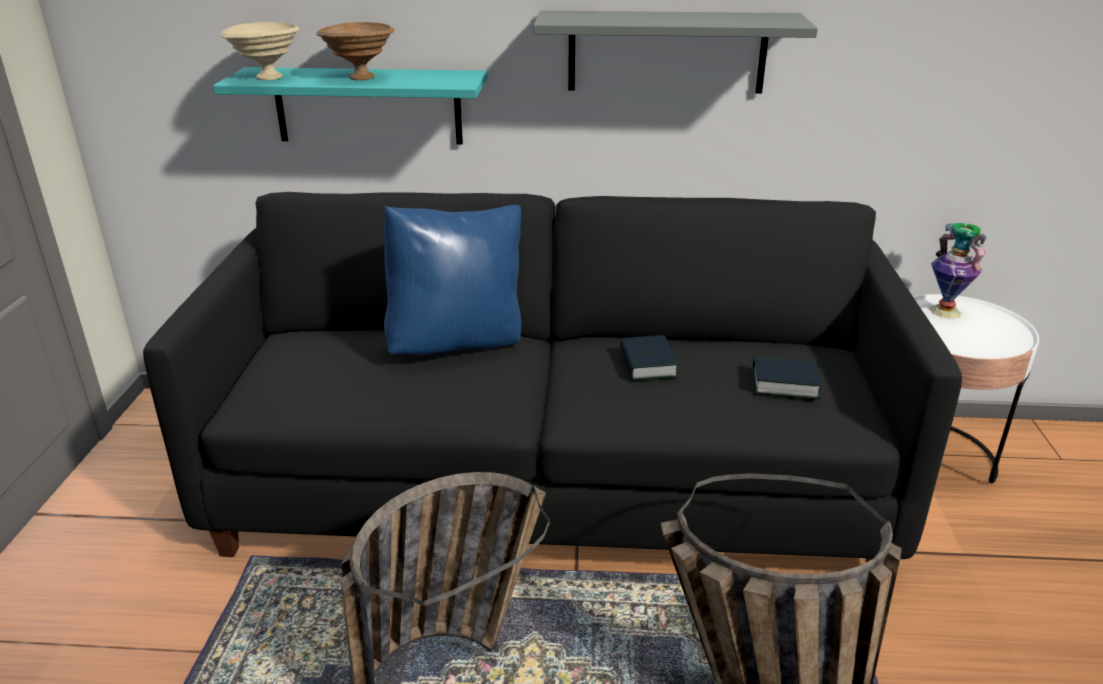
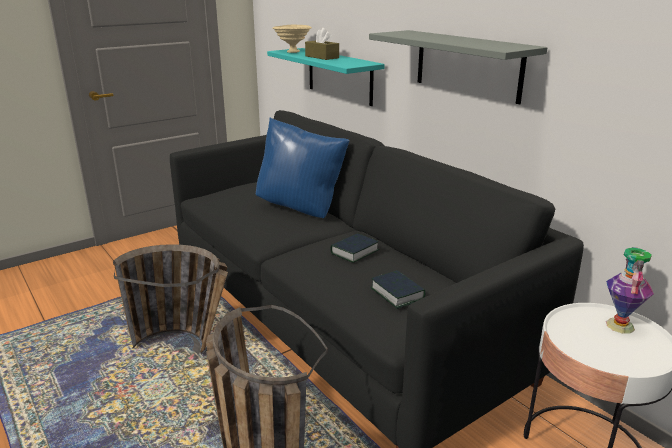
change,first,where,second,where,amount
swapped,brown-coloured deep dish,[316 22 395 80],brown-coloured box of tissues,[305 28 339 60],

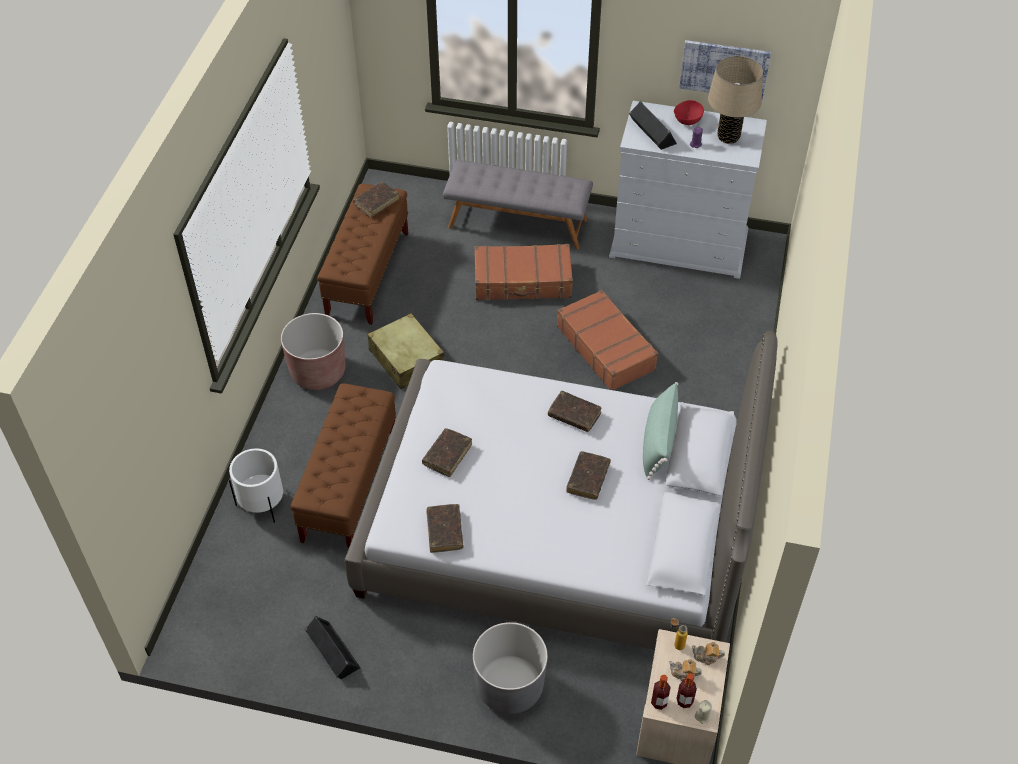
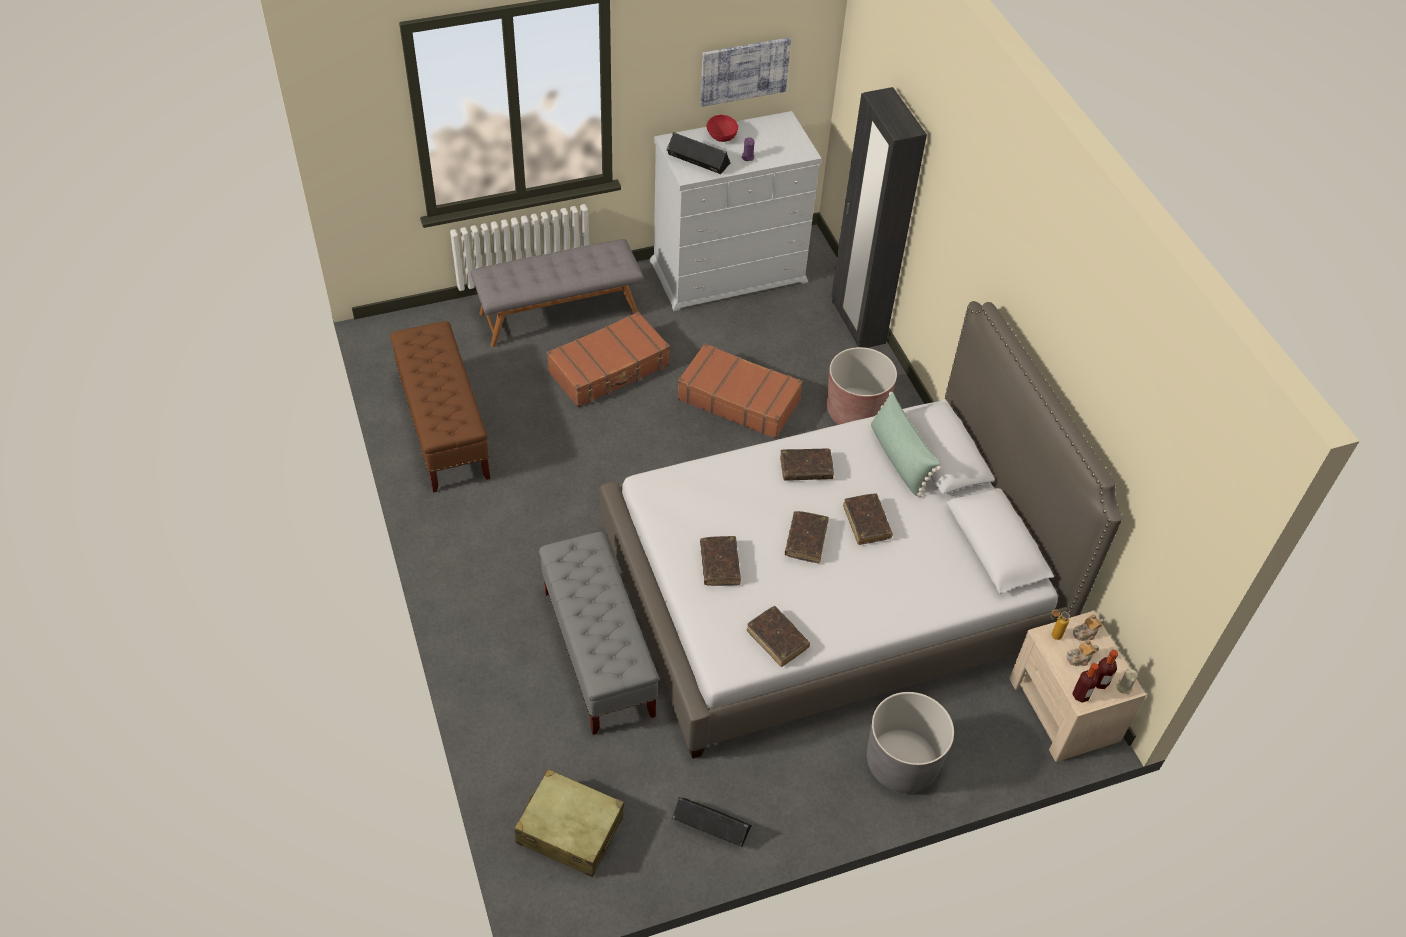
change,first,where,second,where,amount
gone,white planter,[229 448 283 523],,,
gone,beige lamp for a table,[708 56 763 144],,,
new,,,black clothes cupboard,[831 87 927 348],
shifted,brown-coloured planter,[281 313 345 390],,[827 347 897 425],
shifted,brown-coloured volume,[353 182 399 217],,[785 511 829 563],
shifted,beige piece of luggage,[367 313 444 389],,[514 769 624 877],
repainted,brown-coloured indoor bench,[290 383 396 549],greyish indoor bench,[539 532 660 735],

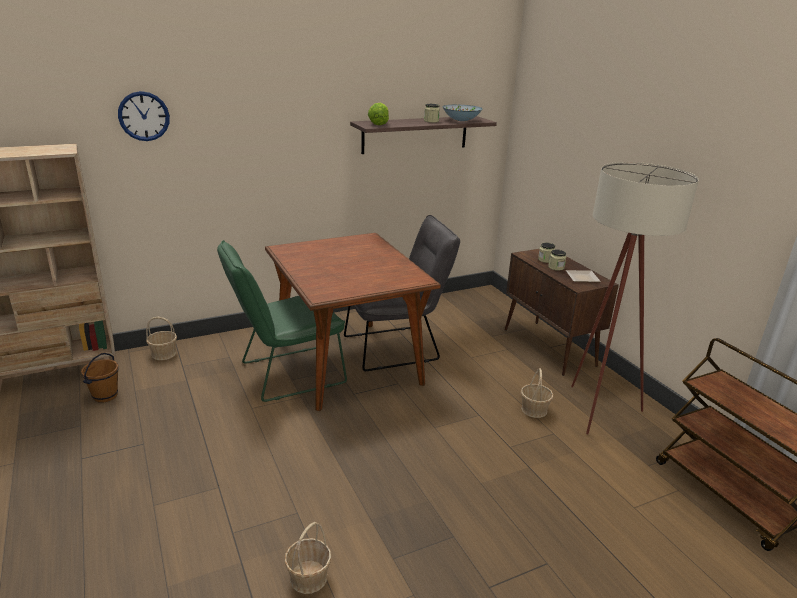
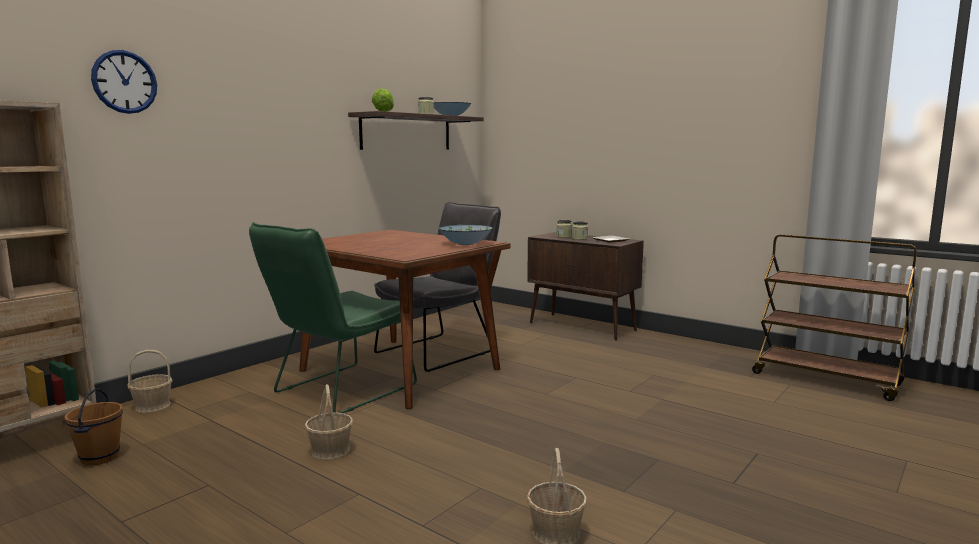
change,first,where,second,where,amount
gone,beige standing lamp,[571 162 699 434],,,
new,,,deep dish,[439 225 493 245],
shifted,storage basket,[521 368 554 418],,[305 384 353 460],

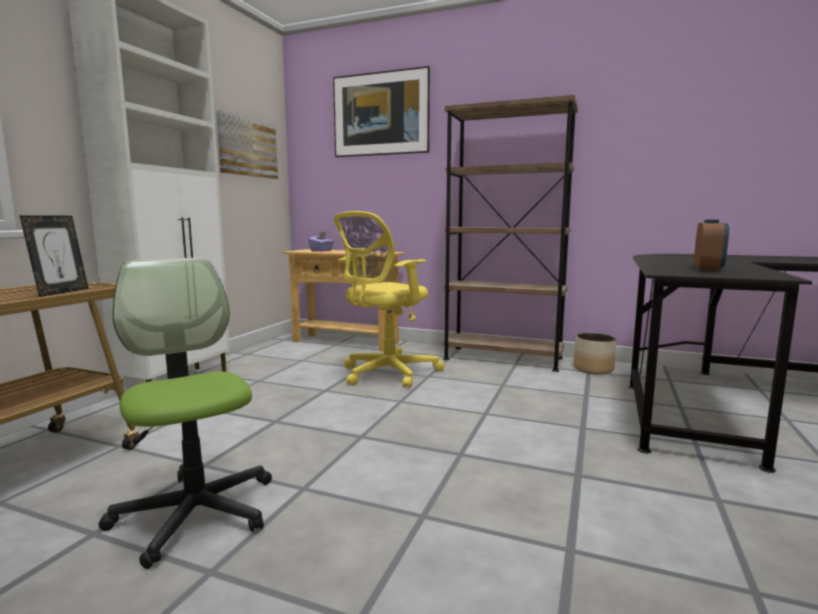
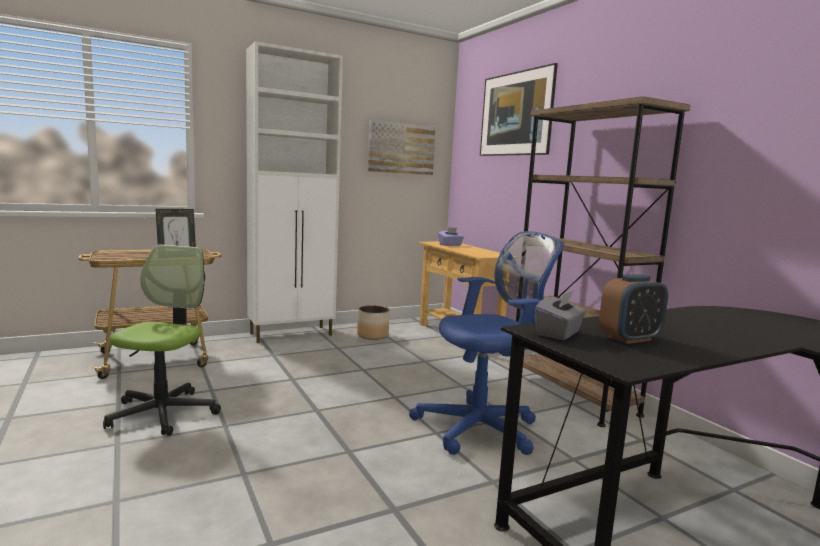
change,first,where,second,where,amount
gone,yellow-coloured office chair,[334 211 445 388],,,
new,,,blue office chair,[409 231 563 455],
new,,,greyish box of tissues,[535 291 586 340],
shifted,planter,[574 333 616 374],,[357 305 390 340],

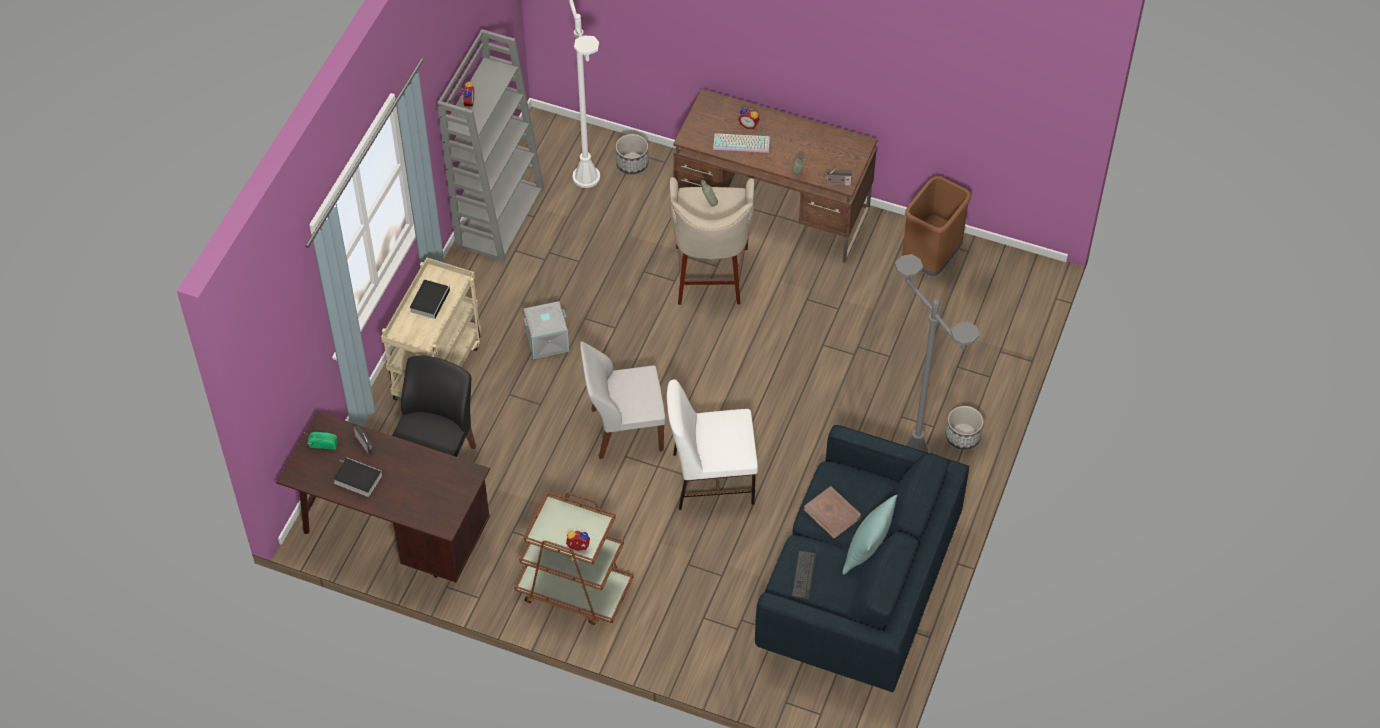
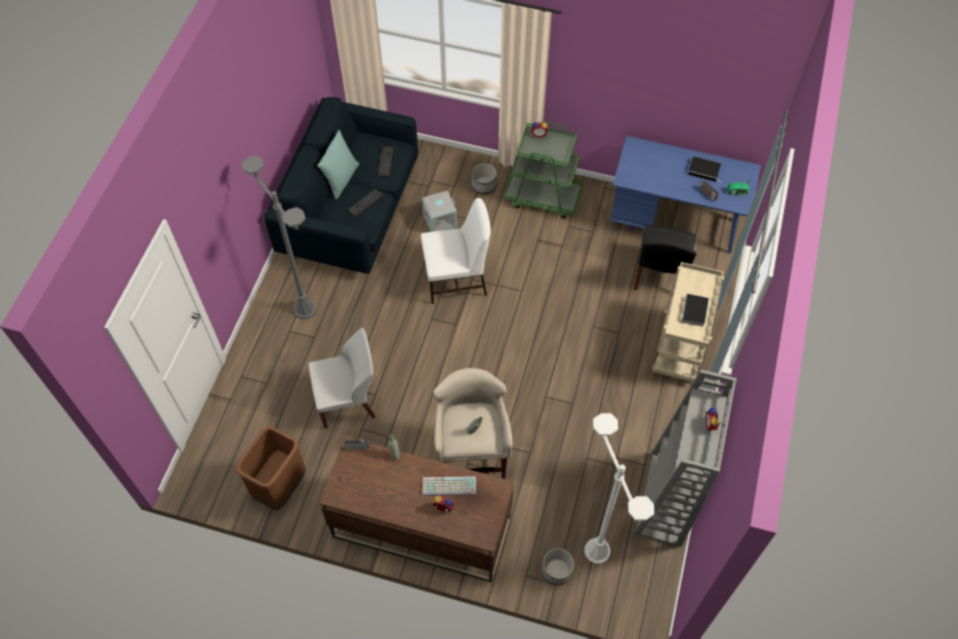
change,first,where,second,where,amount
shifted,greyish storage bin,[523 301 569 359],,[422 190 457 232],
shifted,white plain chair,[580 341 665 459],,[308 327 376 428],
shifted,planter,[946 406 984 450],,[472 163 497 195],
swapped,brown-coloured volume,[804 486 861 539],computer keyboard,[348 189 383 217],
repainted,brown-coloured desk,[276 411 490 582],blue desk,[610 136 761 254],
repainted,brown-coloured wheeled cart,[514 492 634 625],green-coloured wheeled cart,[504 121 583 219],

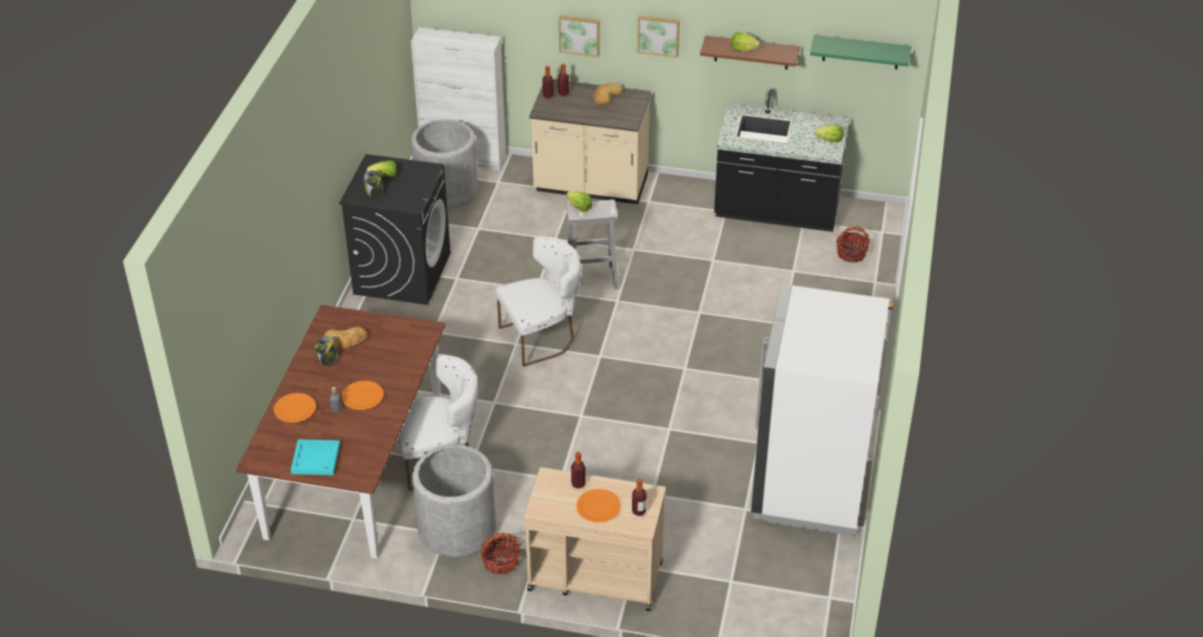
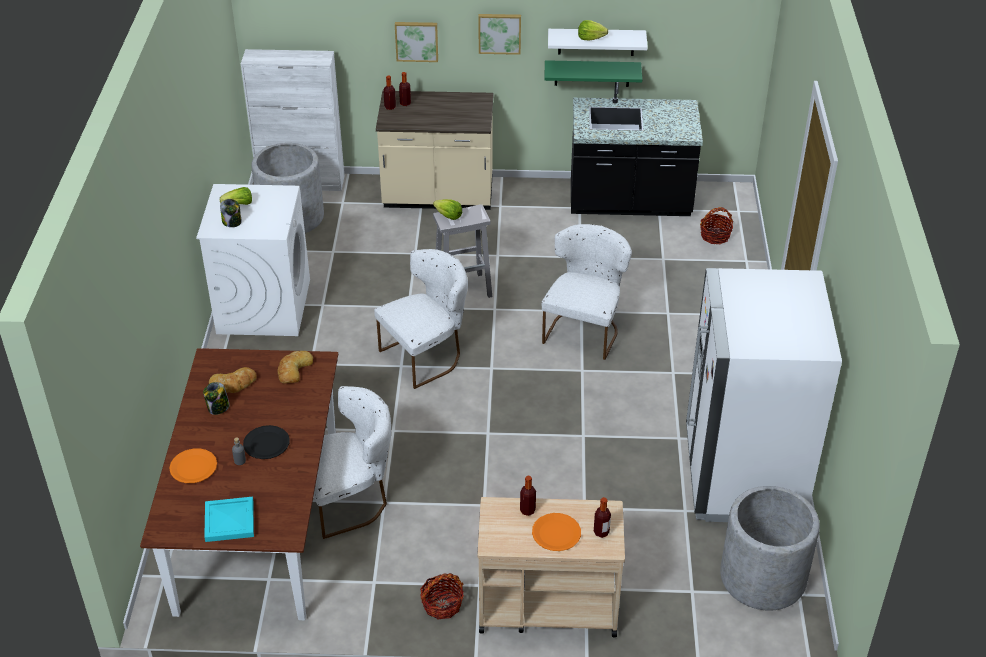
change,first,where,second,where,amount
gone,lettuce head,[814 125 844 142],,,
new,,,white plain chair,[542 224 632 360],
shifted,greyish planter,[412 445 496 557],,[720 486 820 611],
shifted,baked bread,[593 82 622 105],,[278 351 313 384],
shifted,green-coloured bracket shelf,[810 35 911 69],,[544 60 642 87],
repainted,black washing machine,[339 154 451 305],white washing machine,[196 184 310 336],
repainted,orange flat dish,[342 381 384 410],black flat dish,[243 425 290 459],
repainted,brown-coloured bracket shelf,[700 36 800 69],white bracket shelf,[548 29 648 56],

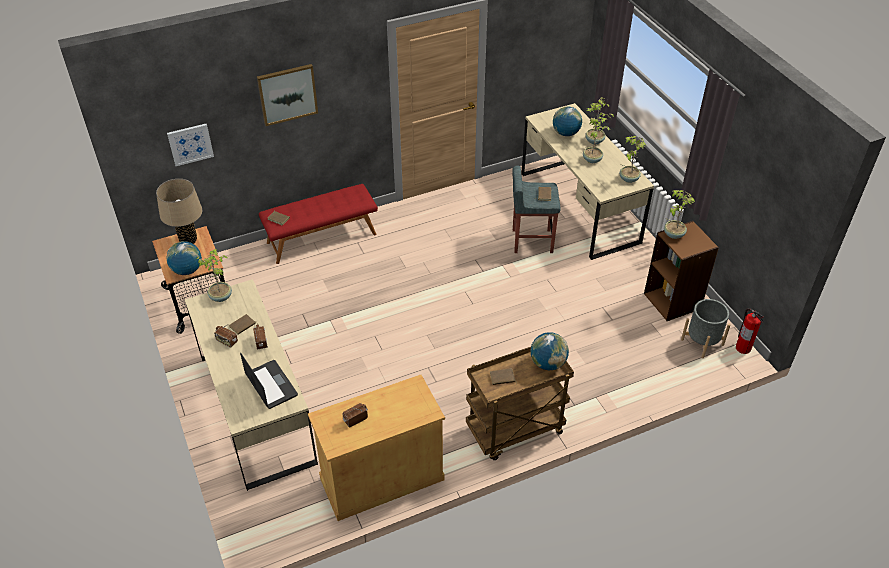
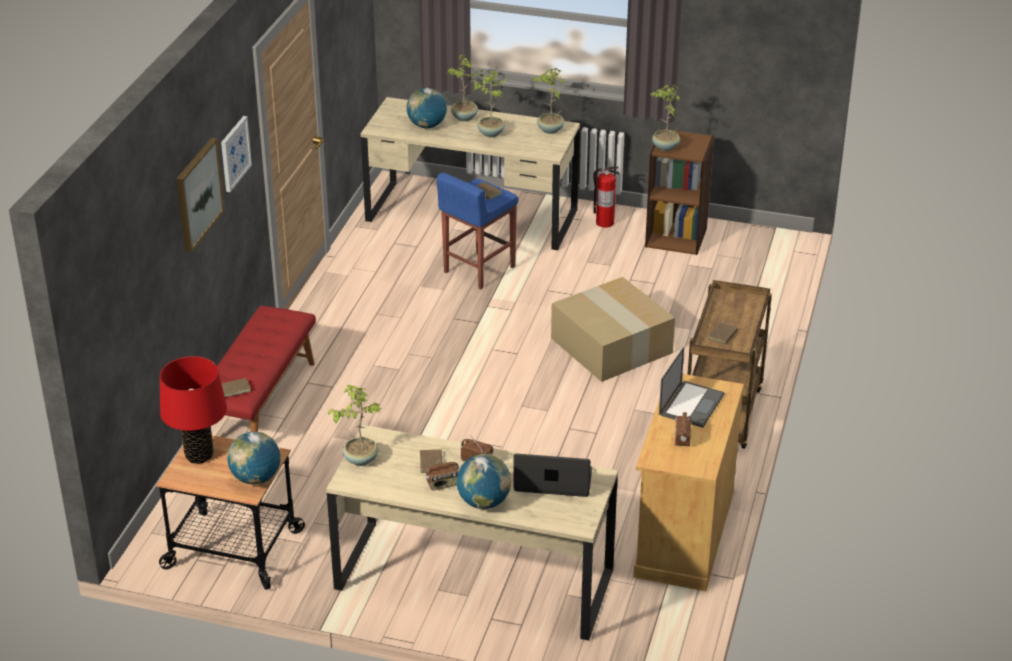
change,first,where,second,where,amount
gone,greyish planter,[681 299 731 358],,,
new,,,packing box,[551 277 675 382],
new,,,portable computer,[659 347 725 428],
shifted,wall picture,[167 124 214 166],,[221 116 252 192],
shifted,world globe,[531 332 569 370],,[456 454 511 509],
shifted,fire extinguisher,[736 308 764 354],,[593 166 619 228],
repainted,beige lamp for a table,[156 179 202 244],red-coloured lamp for a table,[160 356 227 464],
repainted,greyish stool,[512 165 561 253],blue stool,[437 173 518 289],

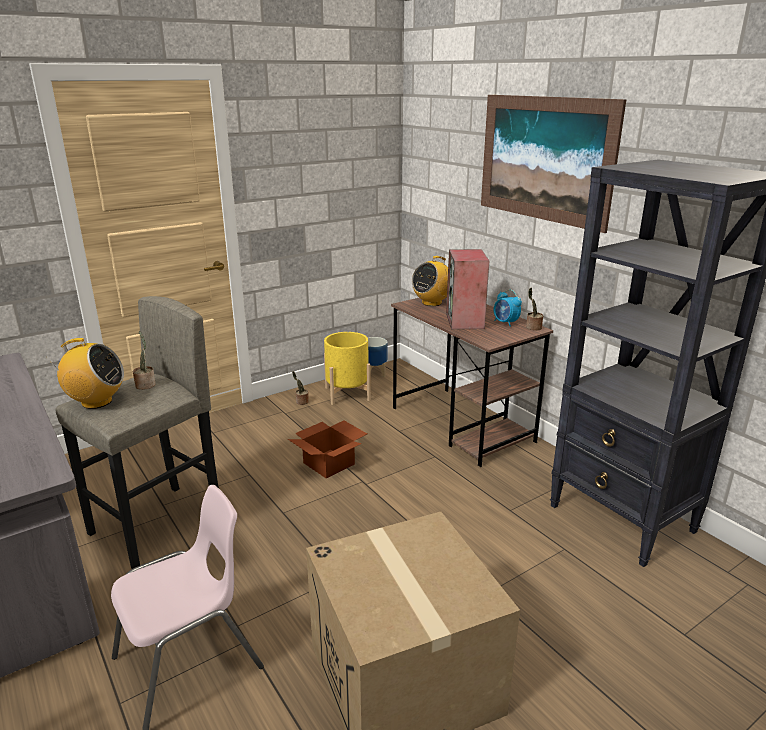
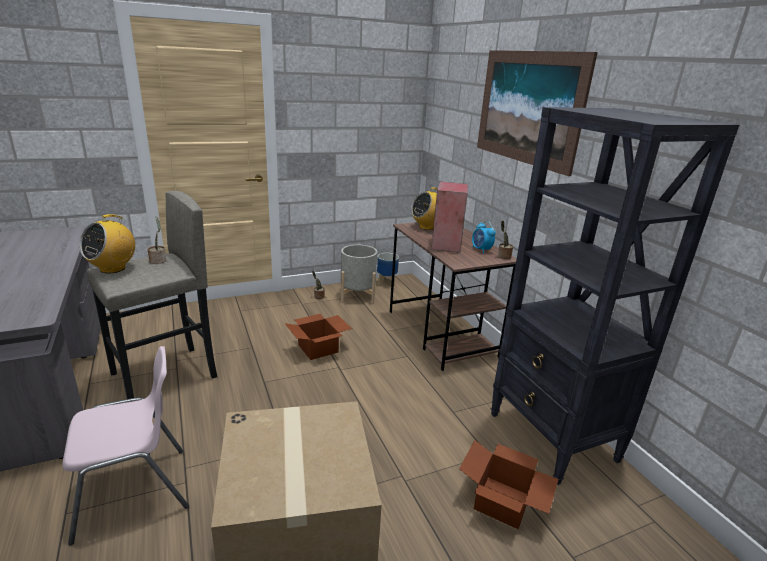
change,first,where,second,where,amount
new,,,packing box,[459 440 558 529],
repainted,yellow-coloured planter,[324 332 371 405],greyish planter,[341 245 377 304],
rotated,radio,[46 338 124 409],,[80 214 135 273],105 degrees clockwise

